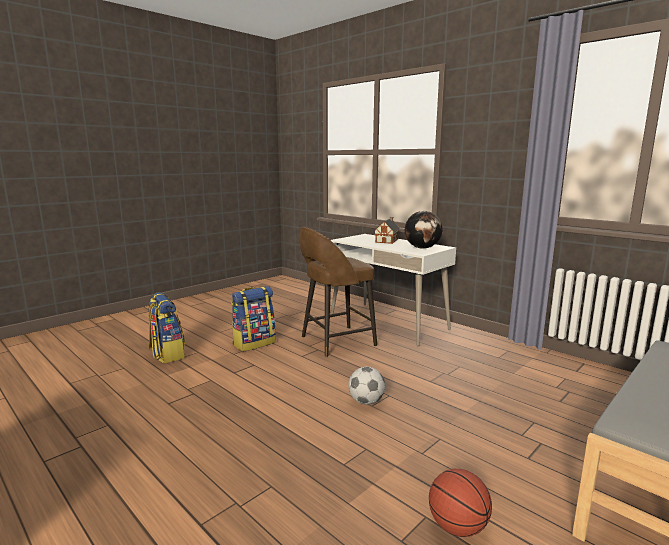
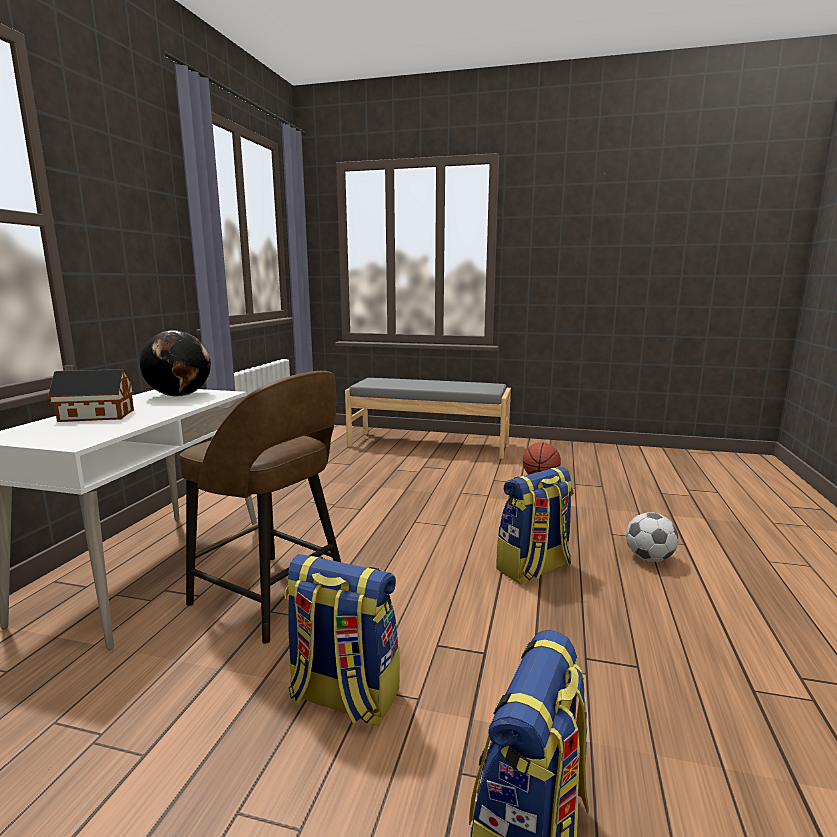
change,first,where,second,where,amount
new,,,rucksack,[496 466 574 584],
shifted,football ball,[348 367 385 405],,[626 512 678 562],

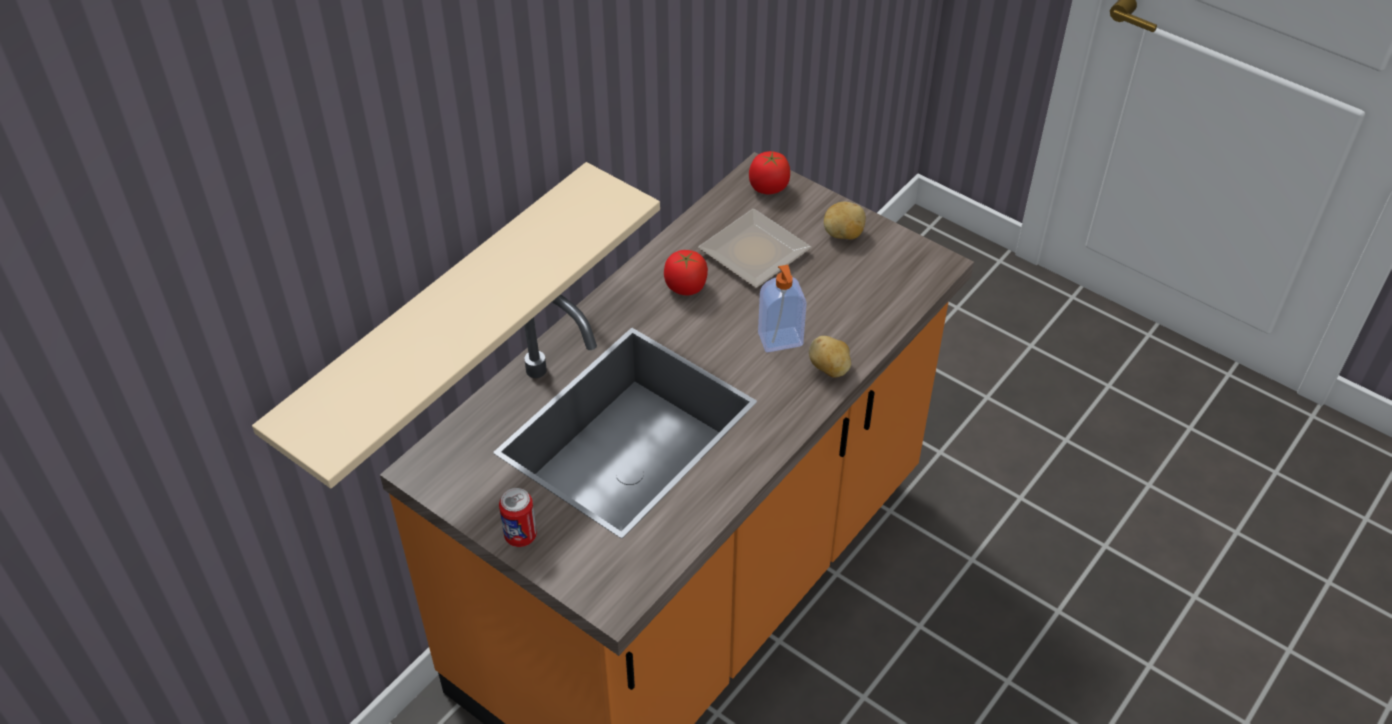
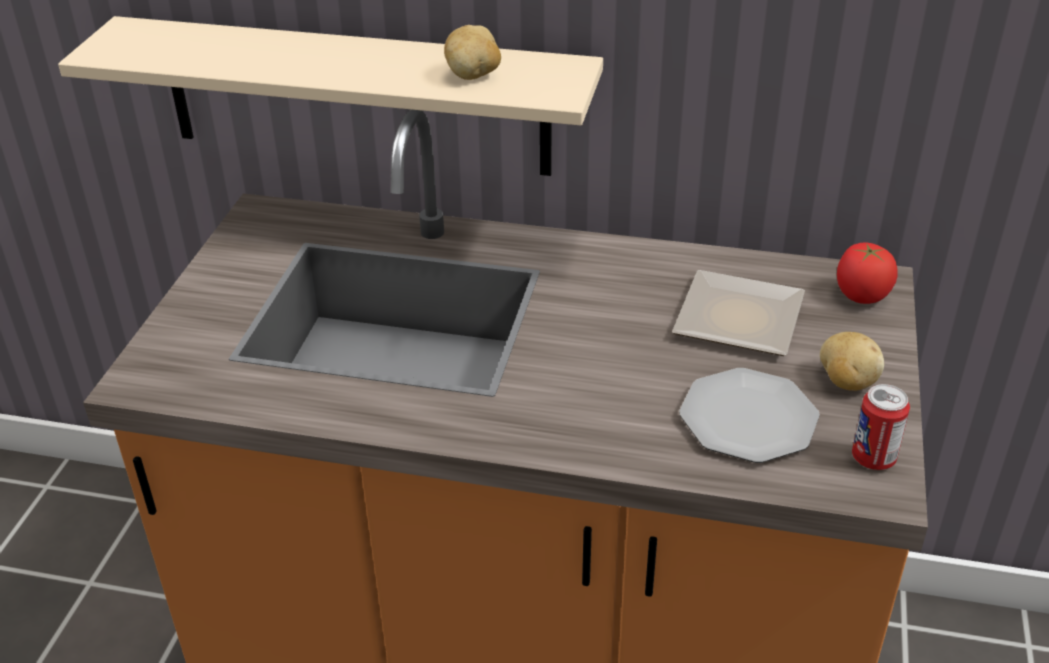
change,first,where,second,where,amount
gone,fresh tomato,[664 250 708 295],,,
gone,soap bottle,[758 265 807 352],,,
new,,,flat dish,[679 368 820 463],
shifted,sealed can,[499 488 537 547],,[852 384 910 470],
shifted,spud,[809 336 851 378],,[444 25 501 80],

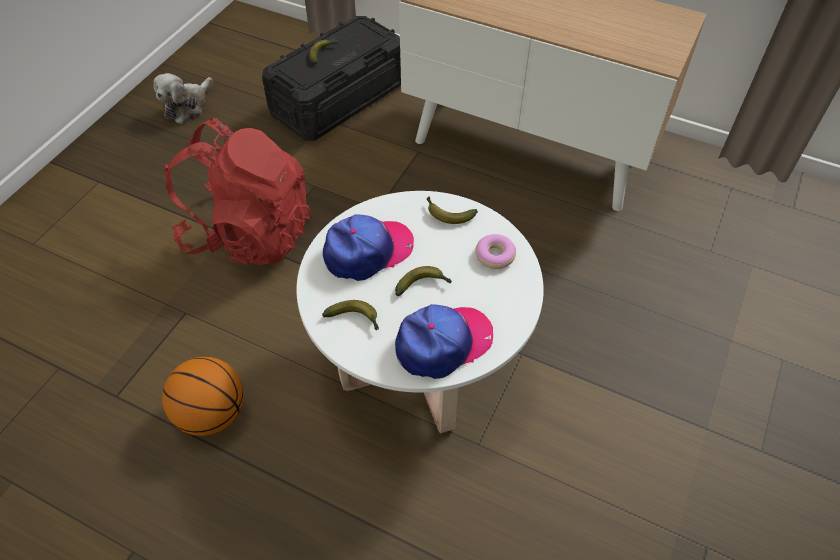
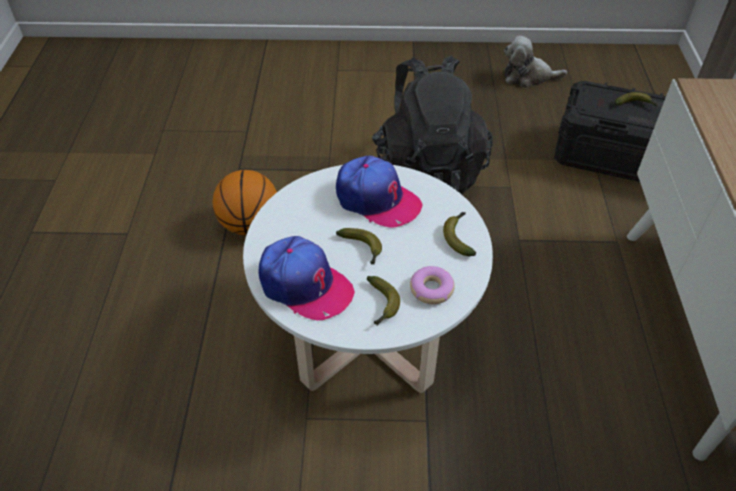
change,first,where,second,where,amount
shifted,whole banana,[322 300 379 330],,[367 276 400 326],
repainted,red-coloured rucksack,[164 118 312 265],black rucksack,[372 56 493 194],

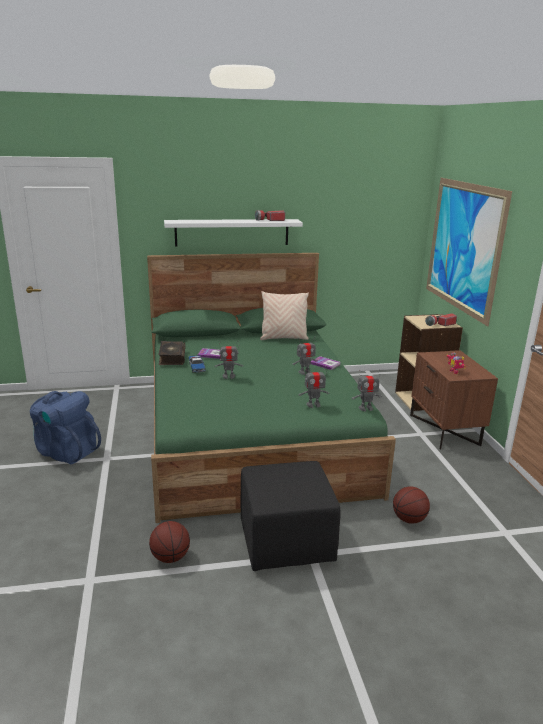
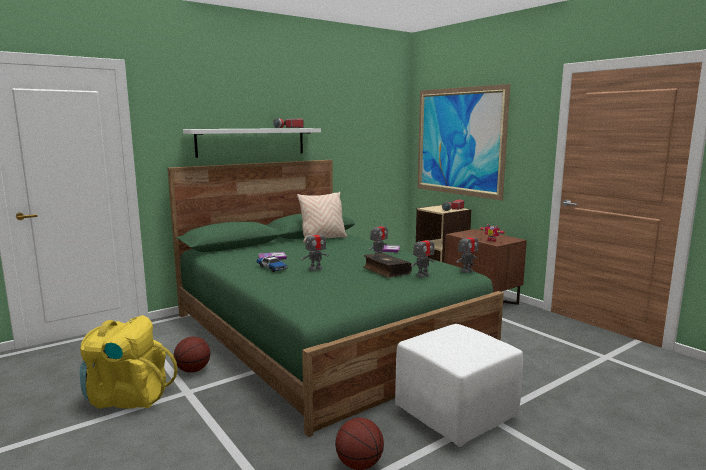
change,first,where,second,where,amount
shifted,volume,[158 341 186 365],,[363 253 412 278],
shifted,basketball ball,[393 486 430 524],,[174 337 210 373],
repainted,blue rucksack,[30 391 101 464],yellow-coloured rucksack,[80 315 178 409],
repainted,black ottoman,[240 461 340 571],white ottoman,[395 324 523 447],

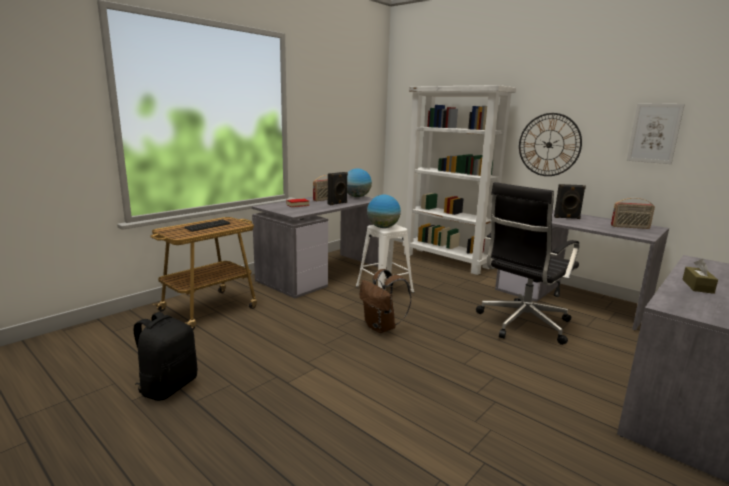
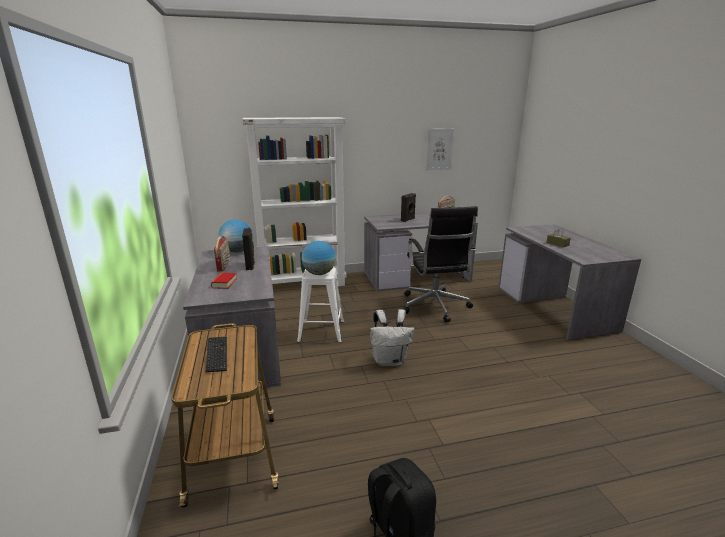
change,first,where,second,where,amount
gone,clock on the wall,[519 113 582 176],,,
repainted,brown-coloured rucksack,[360 269 412 333],white rucksack,[370 309 415 366],

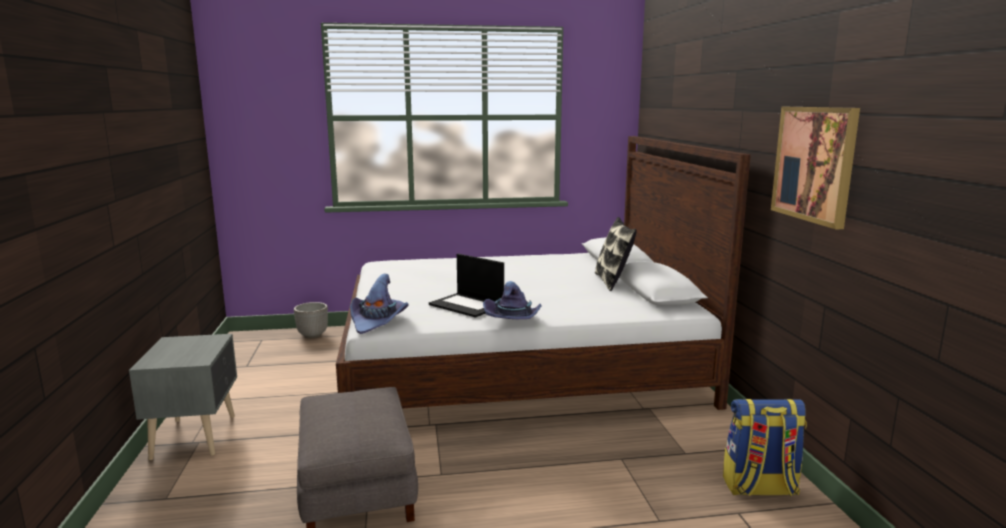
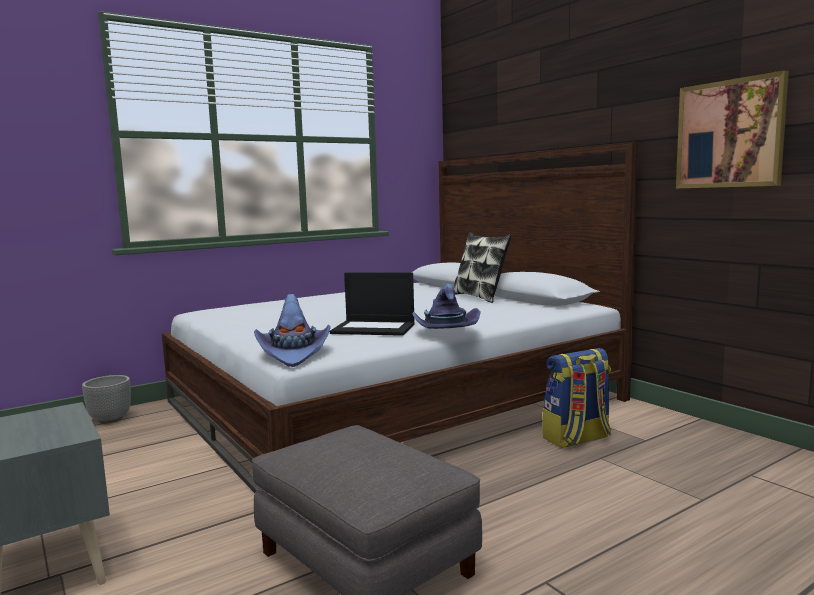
change,first,where,second,where,amount
shifted,rucksack,[723 399 807 496],,[543 348 611 448],

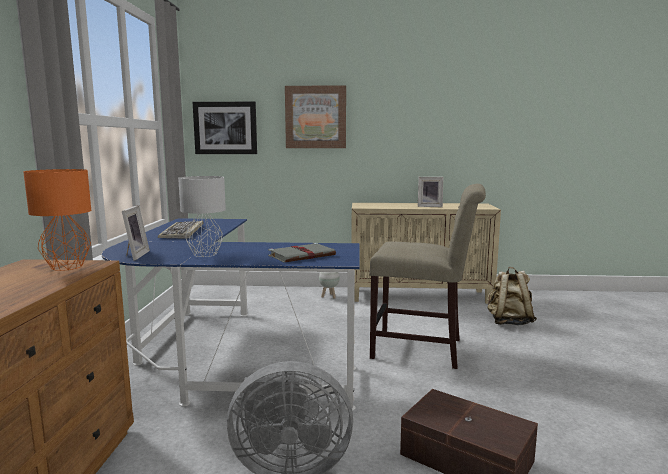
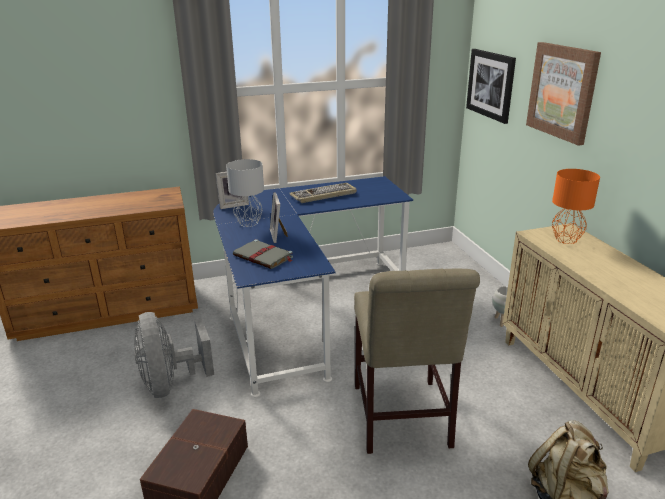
change,first,where,second,where,amount
shifted,orange lamp for a table,[23 169 91 271],,[552 169 600 244],
shifted,photo frame,[418 177 444 207],,[270 192 288 243],

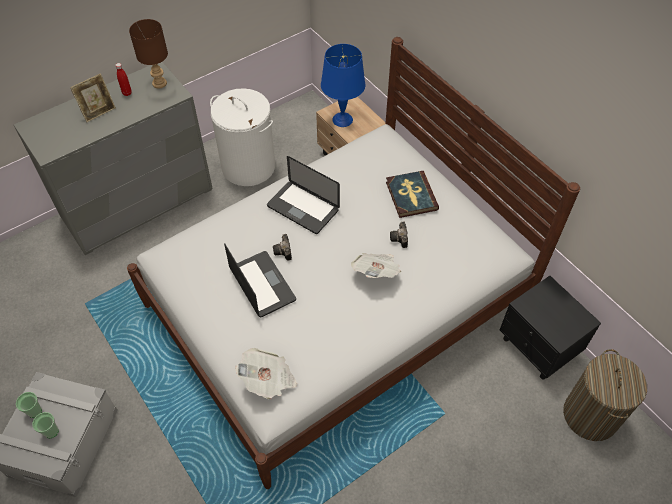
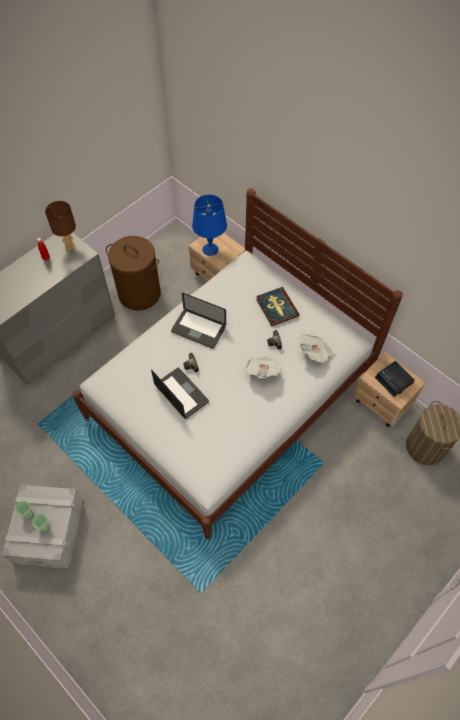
change,first,where,second,where,amount
gone,photo frame,[70 73 116 122],,,
new,,,table clock,[375 361 415 397],
shifted,newspaper,[235 348 297 399],,[299 334 335 363],
repainted,white laundry basket,[210 88 275 186],brown-coloured laundry basket,[106 236 161 310],
repainted,black night table,[500 276 601 379],beige night table,[353 352 426 427],

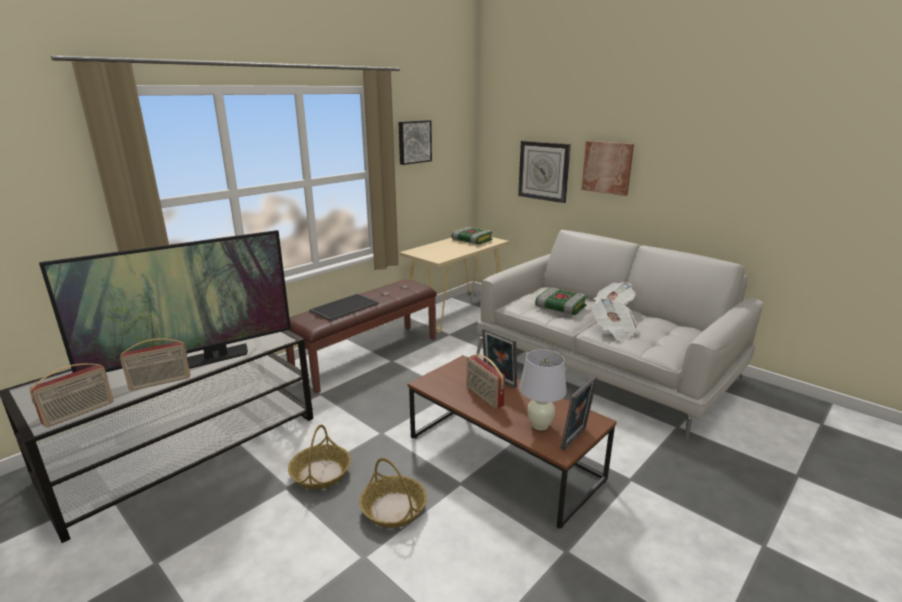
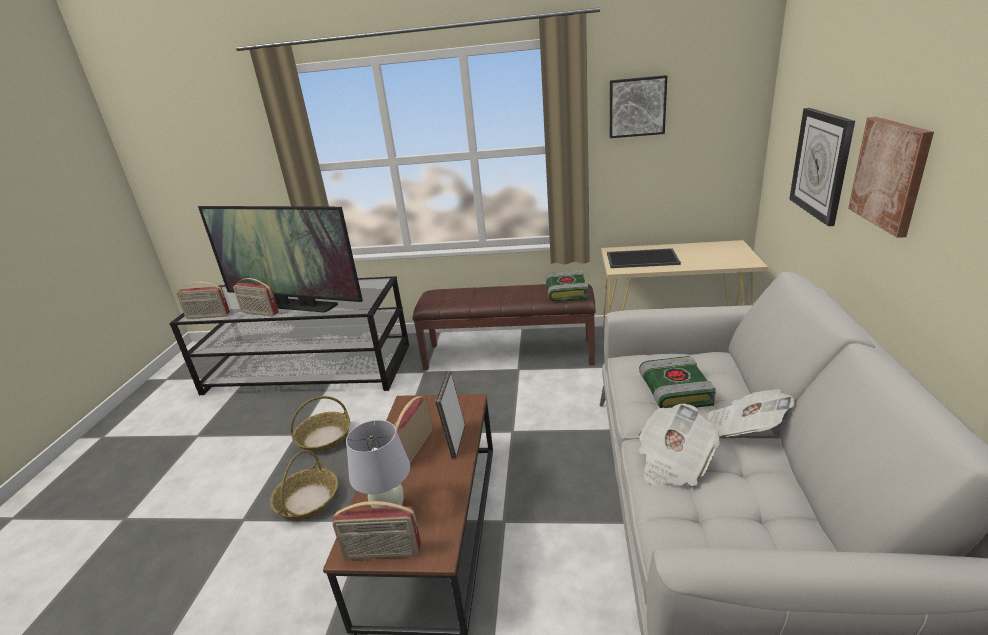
change,first,where,second,where,amount
shifted,serving tray,[309 294 379 321],,[607 248 681 268],
shifted,volume,[451 227 492 245],,[545 270 589 302],
swapped,photo frame,[560 375 598 451],radio,[333 501 421 559],

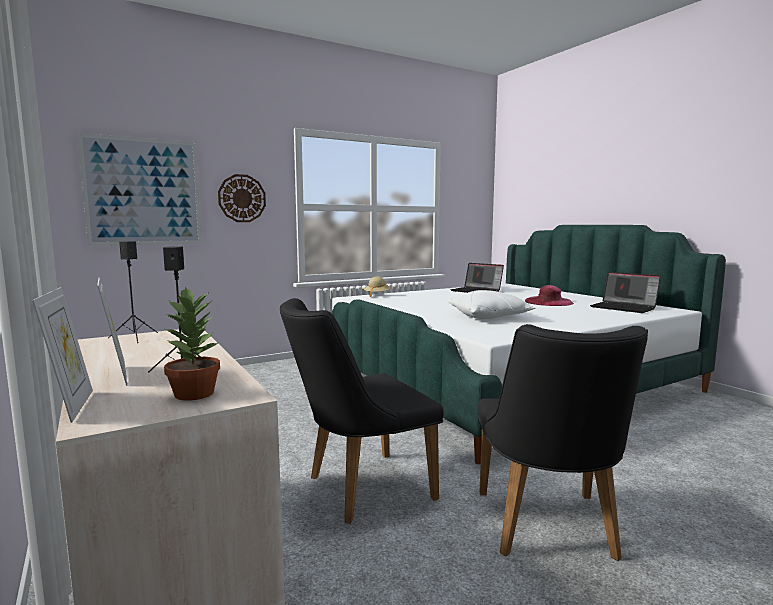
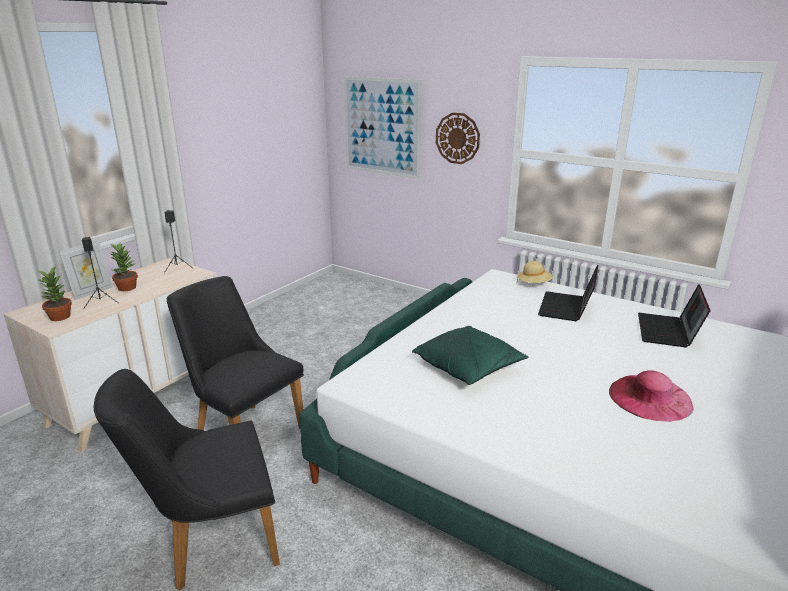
change,first,where,second,where,amount
gone,photo frame,[32 287 93 423],,,
new,,,plant in a pot,[111 244 138 291],
shifted,portable computer,[590 272 661 313],,[538 265 598 321],
repainted,white throw pillow,[448 290 535 319],green-coloured throw pillow,[412 326 529 385],

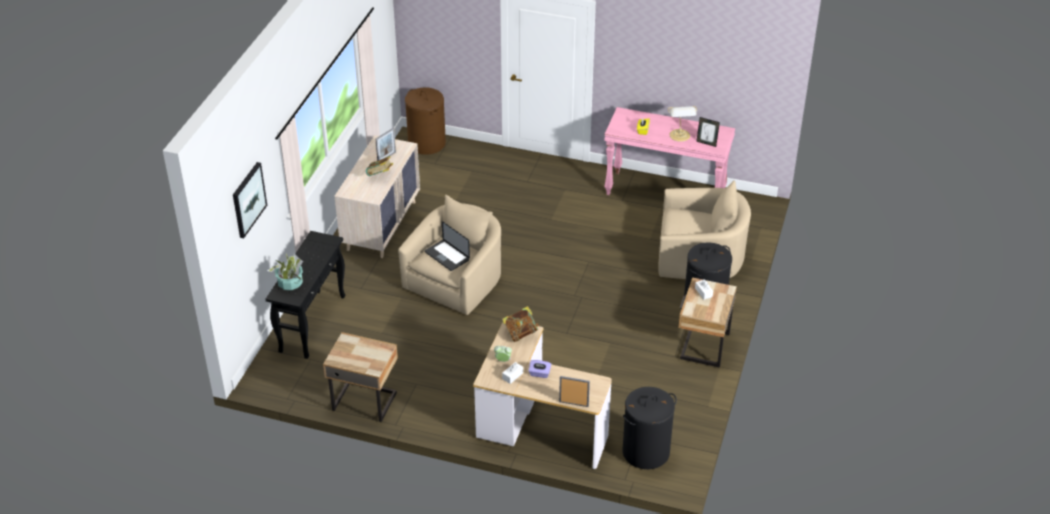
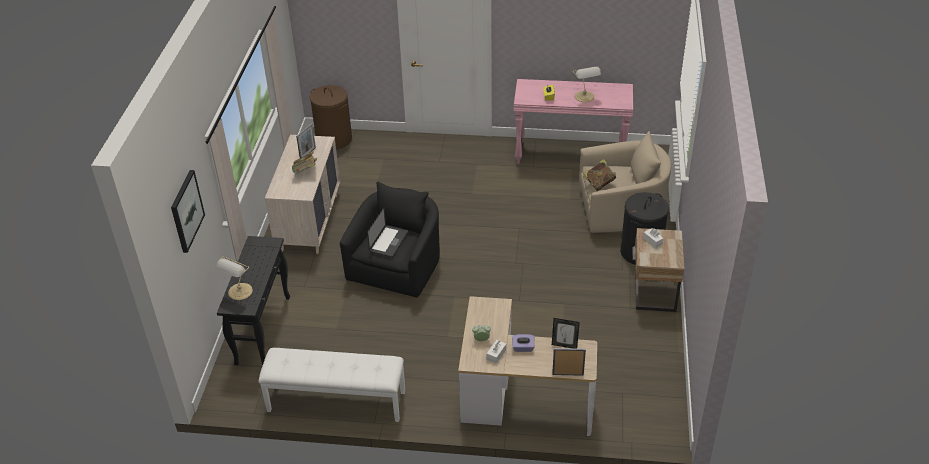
change,first,where,second,where,amount
gone,black laundry basket,[622 387 677 469],,,
shifted,volume,[502 306 540 342],,[583 159 617 191],
shifted,photo frame,[696 117 720 147],,[552 318 580 348],
swapped,plant in a pot,[267 253 303 290],lamp for a table,[216 257 253 300],
swapped,beige night table,[323 332 398 422],white indoor bench,[258 348 405 422],
repainted,beige lounge chair,[398 195 501 315],black lounge chair,[340 181 440 298],
rotated,portable computer,[425 221 470 271],,[367 207 408 257],105 degrees counterclockwise

